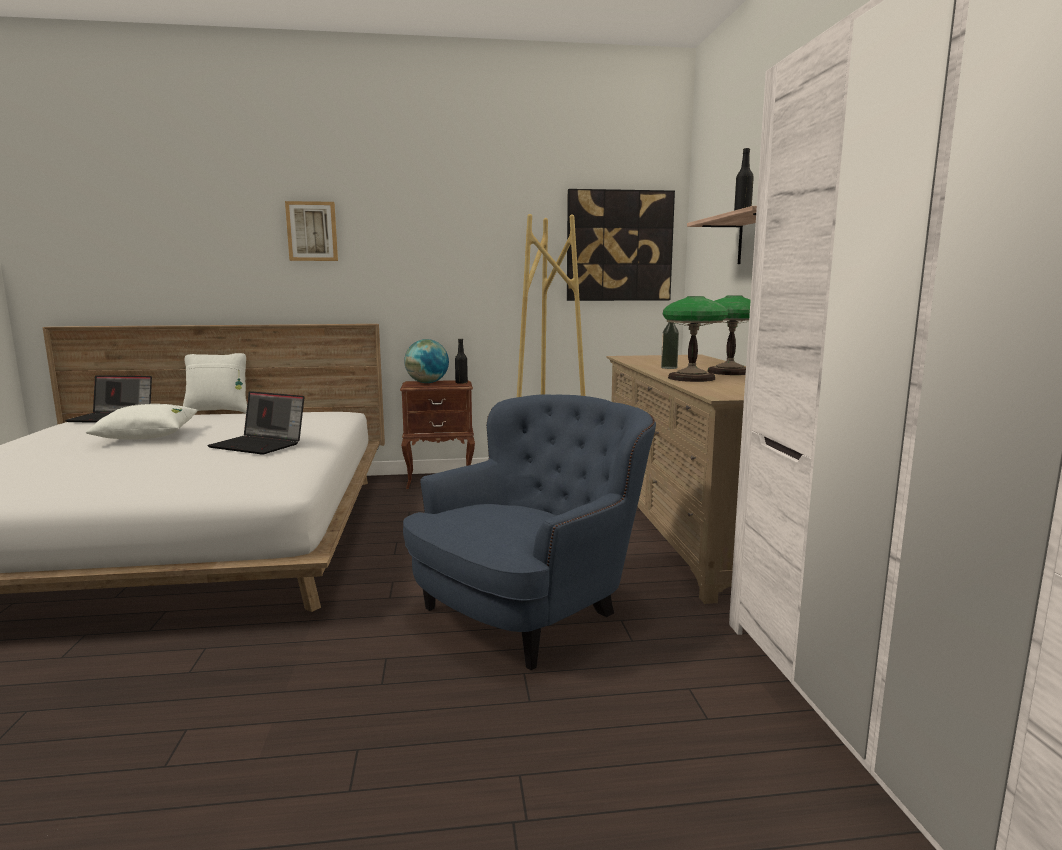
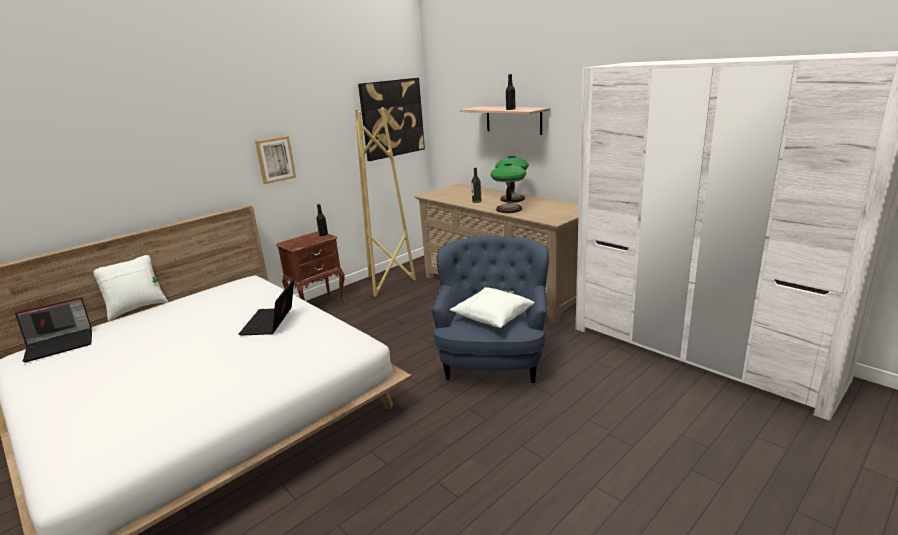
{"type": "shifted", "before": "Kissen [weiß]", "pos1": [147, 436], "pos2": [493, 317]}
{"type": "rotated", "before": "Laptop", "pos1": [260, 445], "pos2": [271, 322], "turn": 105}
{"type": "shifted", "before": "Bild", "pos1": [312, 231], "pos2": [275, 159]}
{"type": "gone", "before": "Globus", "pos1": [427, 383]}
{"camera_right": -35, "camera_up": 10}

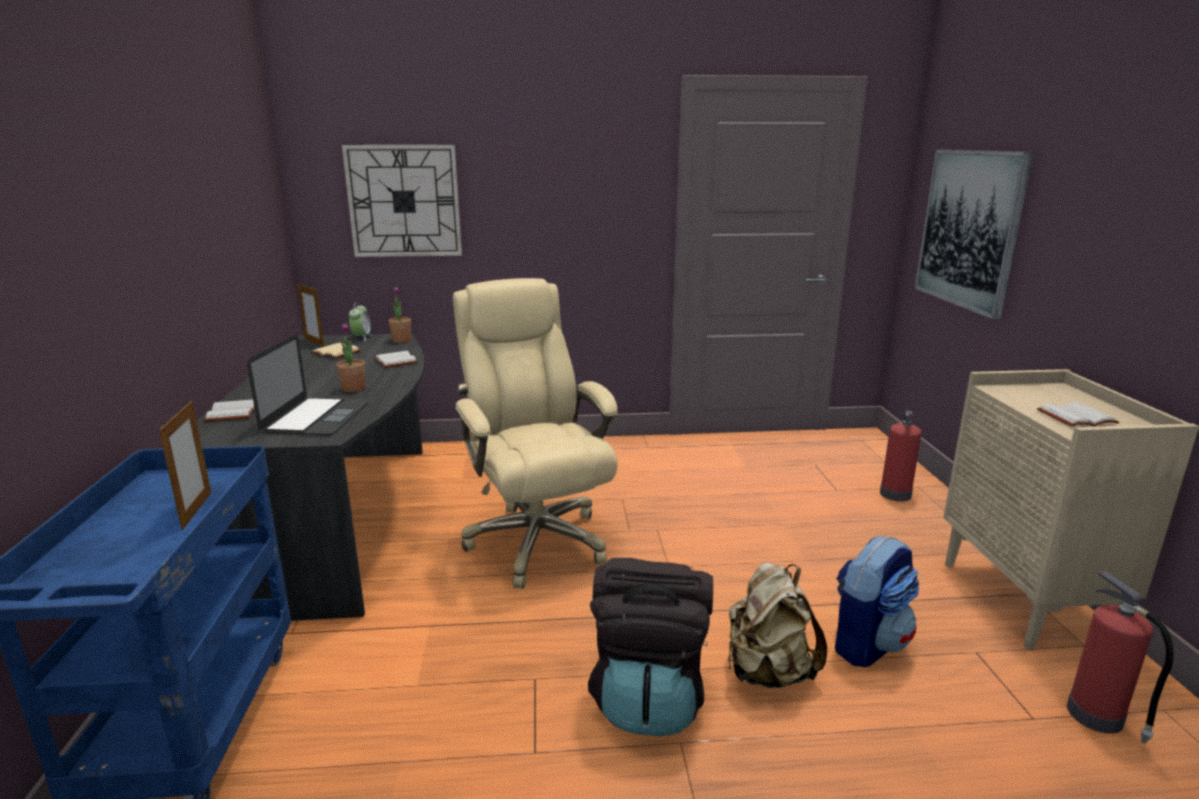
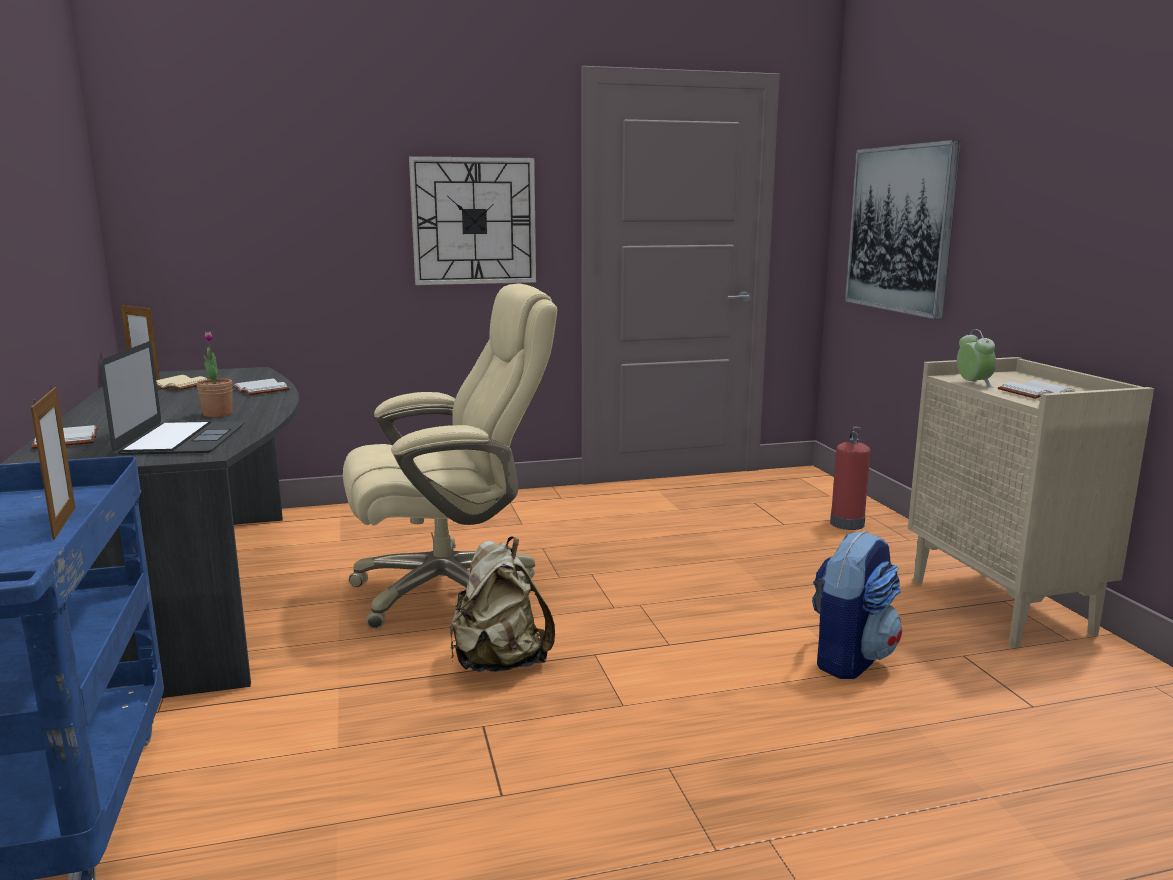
{"type": "shifted", "before": "Wanduhr", "pos1": [404, 201], "pos2": [474, 221]}
{"type": "shifted", "before": "Wecker", "pos1": [361, 338], "pos2": [973, 384]}
{"type": "gone", "before": "Topfpflanze", "pos1": [401, 340]}
{"type": "rotated", "before": "Bürostuhl [beige]", "pos1": [537, 539], "pos2": [451, 593], "turn": 105}
{"type": "gone", "before": "Rucksack [schwarz]", "pos1": [649, 695]}
{"type": "shifted", "before": "Rucksack [beige]", "pos1": [768, 672], "pos2": [499, 663]}
{"type": "gone", "before": "Feuerlöscher", "pos1": [1097, 717]}
{"camera_right": -10, "camera_up": -5}

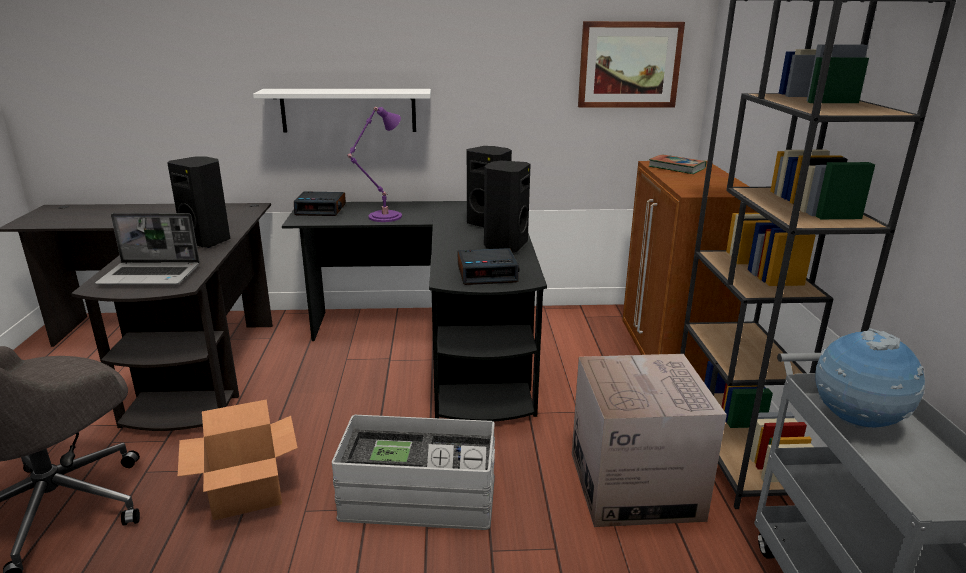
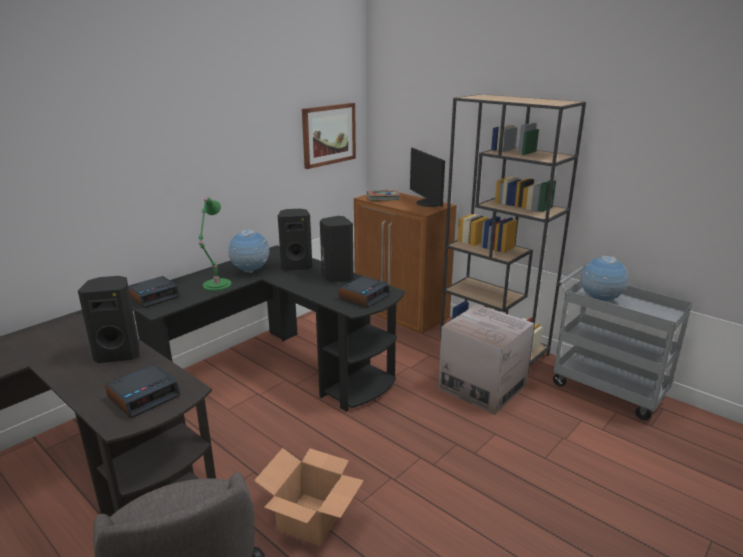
{"type": "swapped", "before": "Laptop", "after": "Wecker", "pos1": [151, 275], "pos2": [144, 396]}
{"type": "gone", "before": "Wandregal [weiß]", "pos1": [348, 110]}
{"type": "gone", "before": "Aufbewahrungsbox [grau]", "pos1": [419, 495]}
{"type": "repainted", "before": "Tischlampe [lila]", "after": "Tischlampe [grün]", "pos1": [382, 217], "pos2": [216, 286]}
{"type": "new", "after": "Globus", "pos2": [250, 271]}
{"type": "new", "after": "Monitor", "pos2": [427, 203]}
{"camera_right": -45, "camera_up": 0}

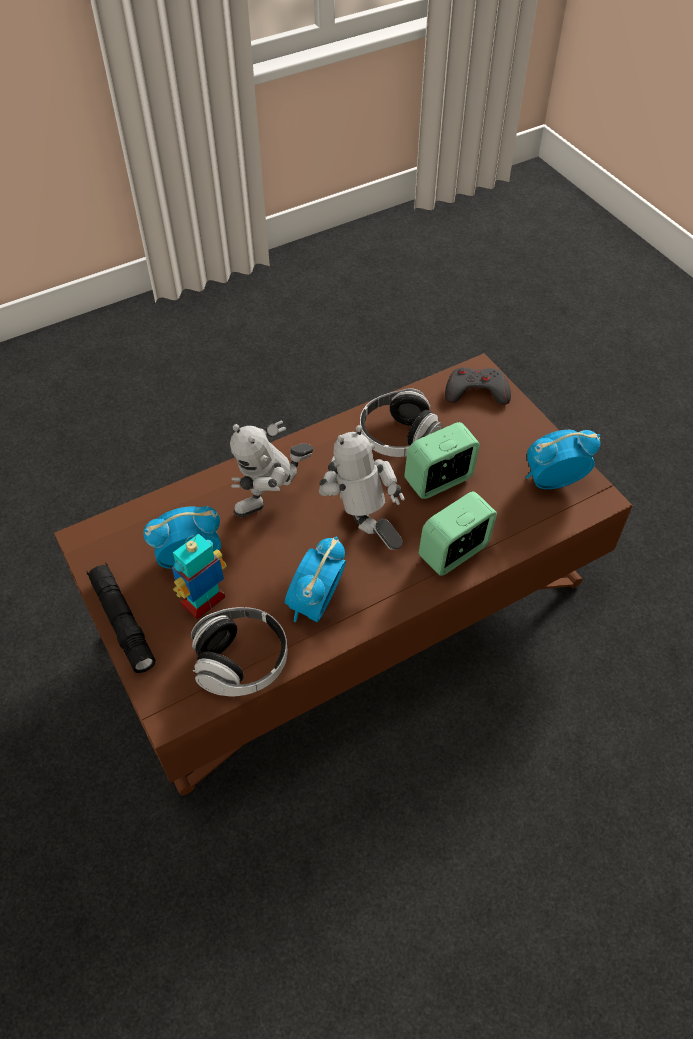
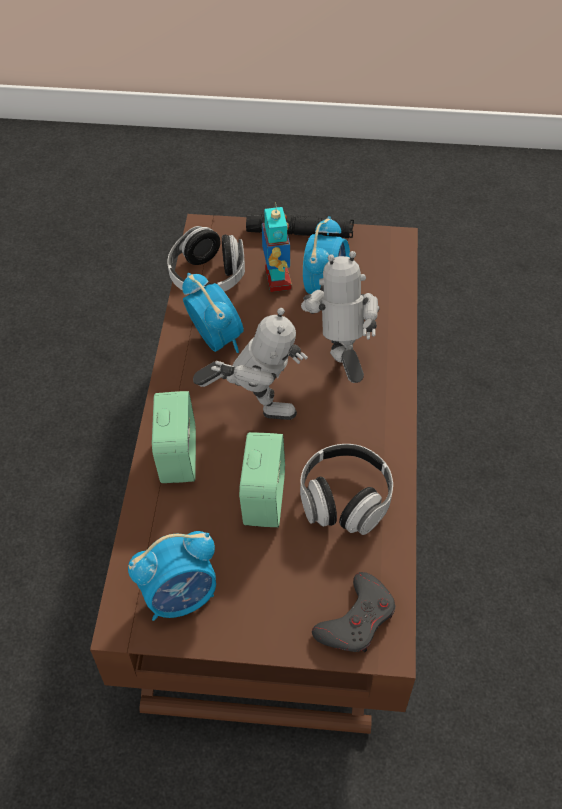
{"type": "rotated", "before": "Wecker", "pos1": [552, 481], "pos2": [180, 597], "turn": 45}
{"camera_right": 125, "camera_up": 0}

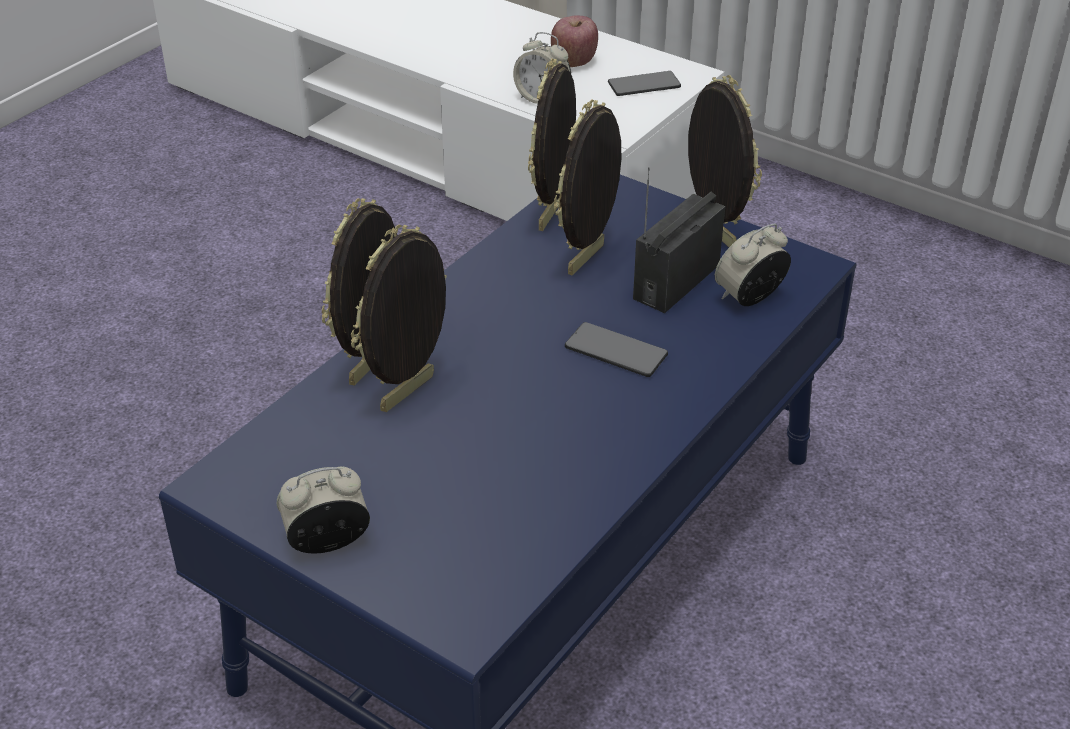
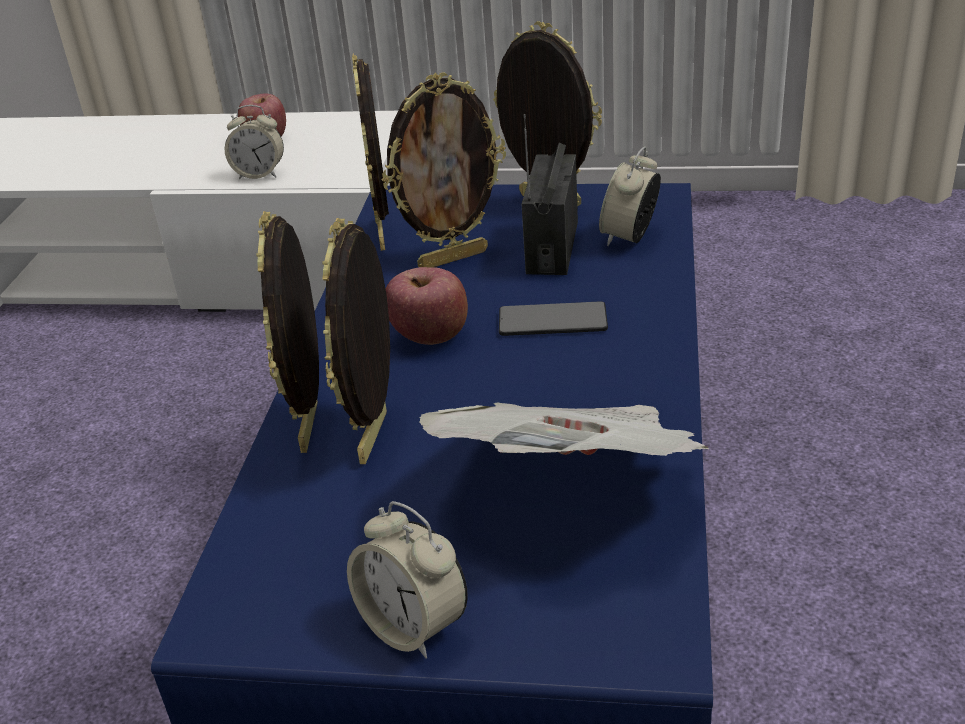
{"type": "rotated", "before": "Wecker", "pos1": [327, 541], "pos2": [413, 626], "turn": -90}
{"type": "rotated", "before": "Bilderrahmen", "pos1": [588, 260], "pos2": [452, 258], "turn": -120}
{"type": "gone", "before": "Handy", "pos1": [644, 85]}
{"type": "new", "after": "Apfel", "pos2": [430, 336]}
{"type": "new", "after": "Zeitung", "pos2": [574, 483]}
{"camera_right": -25, "camera_up": -5}

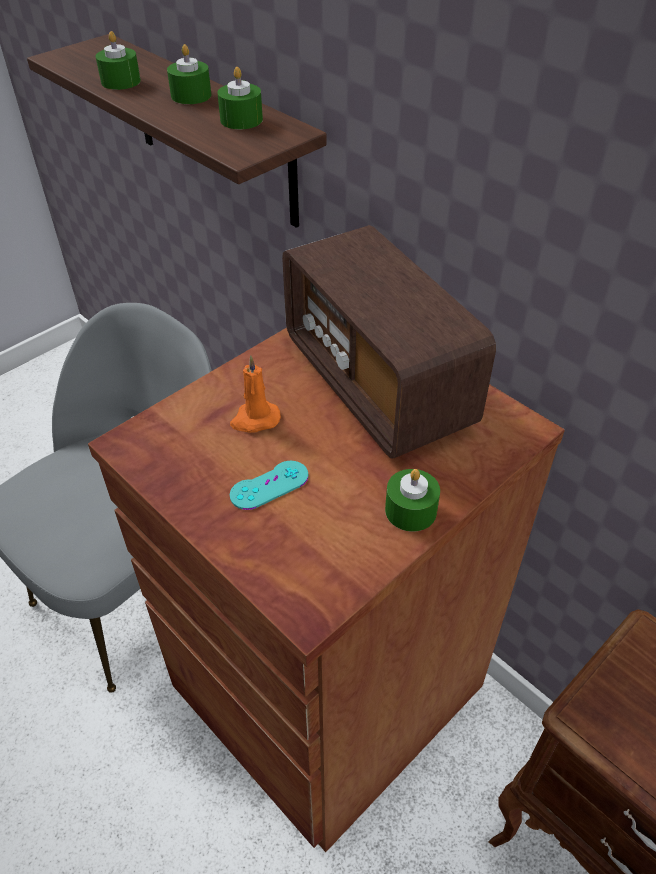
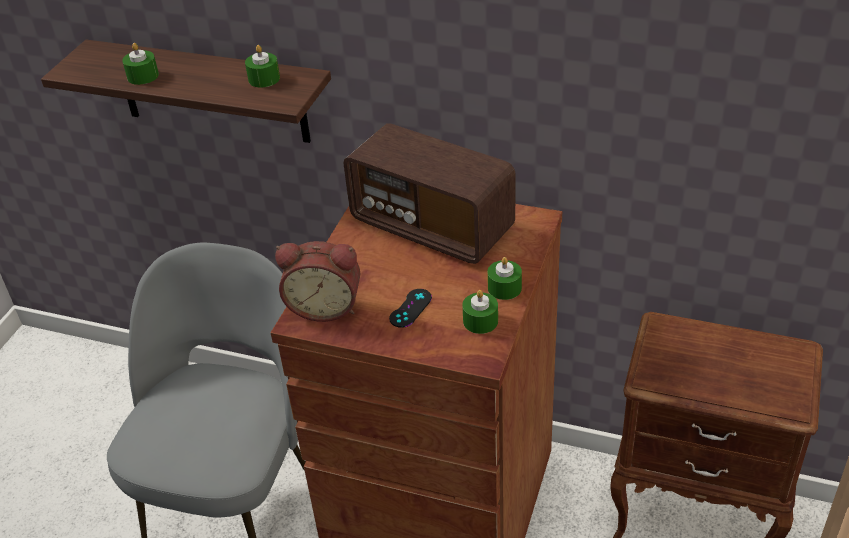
{"type": "shifted", "before": "Kerze [grün]", "pos1": [191, 95], "pos2": [480, 321]}
{"type": "gone", "before": "Kerze [orange]", "pos1": [255, 419]}
{"type": "repainted", "before": "Gamepad [türkis]", "after": "Gamepad [schwarz]", "pos1": [269, 485], "pos2": [410, 308]}
{"type": "new", "after": "Wecker", "pos2": [325, 306]}
{"camera_right": -25, "camera_up": -5}

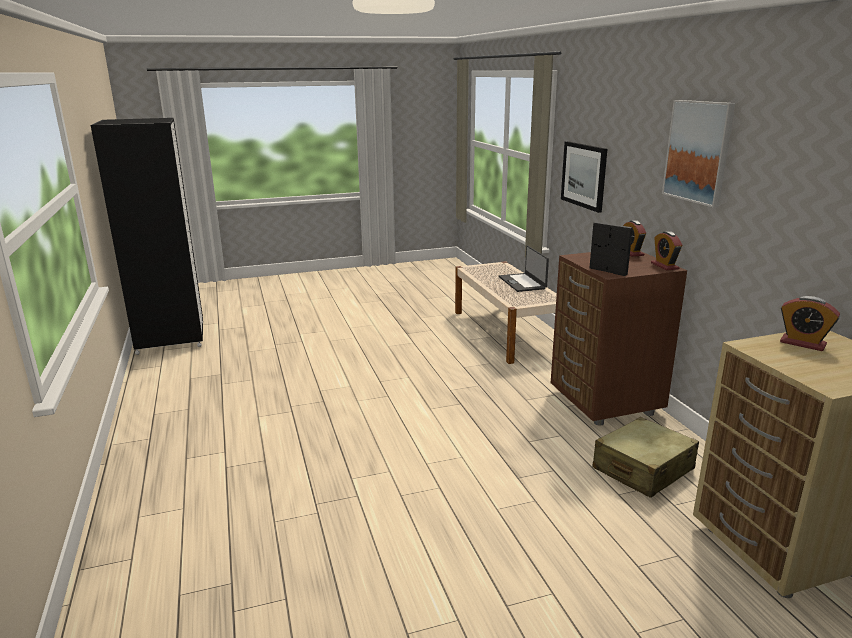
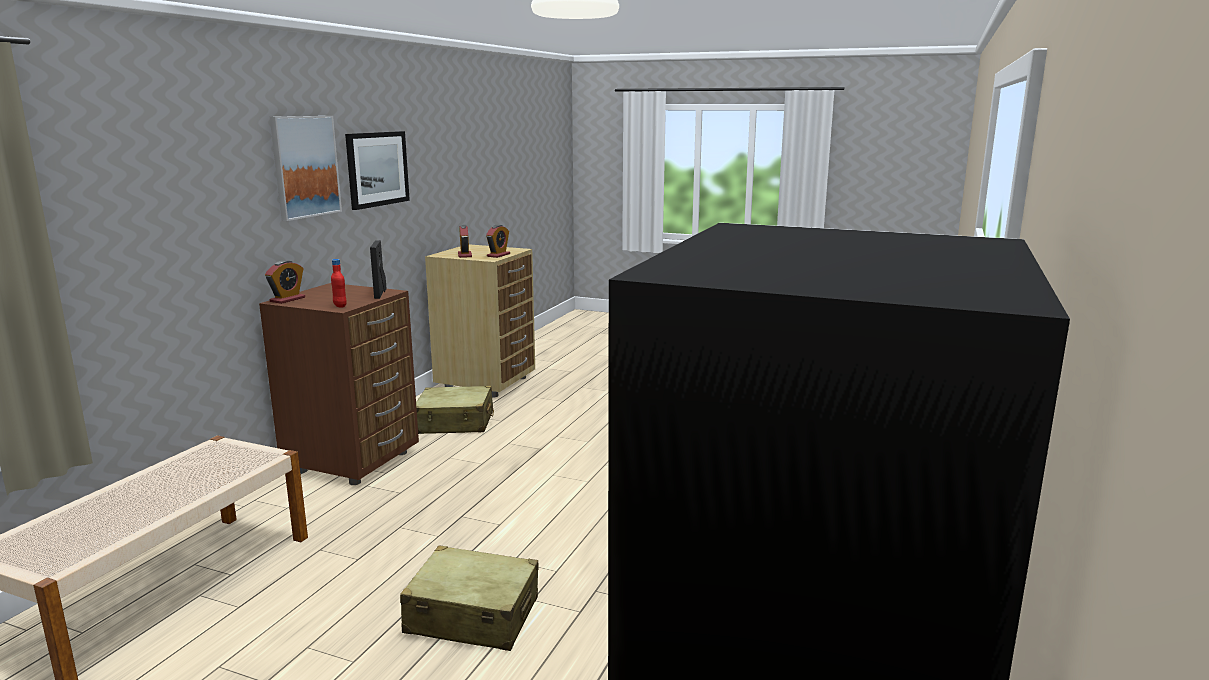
{"type": "gone", "before": "Laptop", "pos1": [522, 283]}
{"type": "shifted", "before": "Bild", "pos1": [584, 175], "pos2": [377, 169]}
{"type": "shifted", "before": "Wecker", "pos1": [664, 266], "pos2": [498, 255]}
{"type": "new", "after": "Flasche [rot]", "pos2": [340, 306]}
{"type": "new", "after": "Koffer [beige]", "pos2": [472, 616]}
{"camera_right": -140, "camera_up": -5}

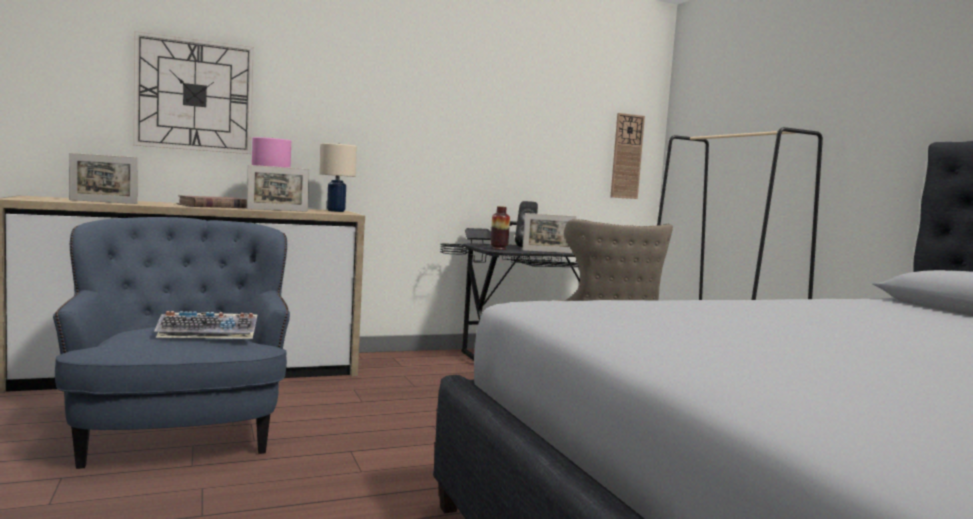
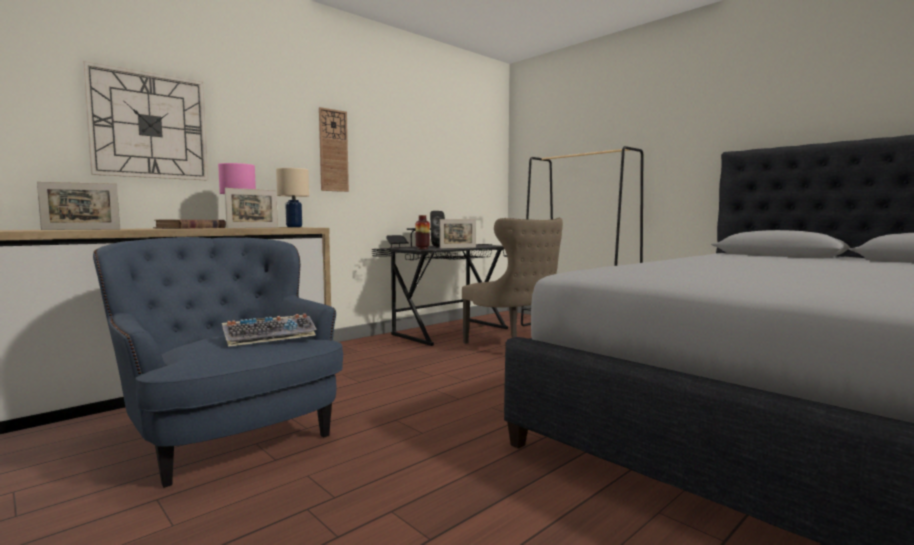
{"type": "shifted", "before": "Wanduhr", "pos1": [626, 156], "pos2": [333, 150]}
{"camera_right": -20, "camera_up": 0}

